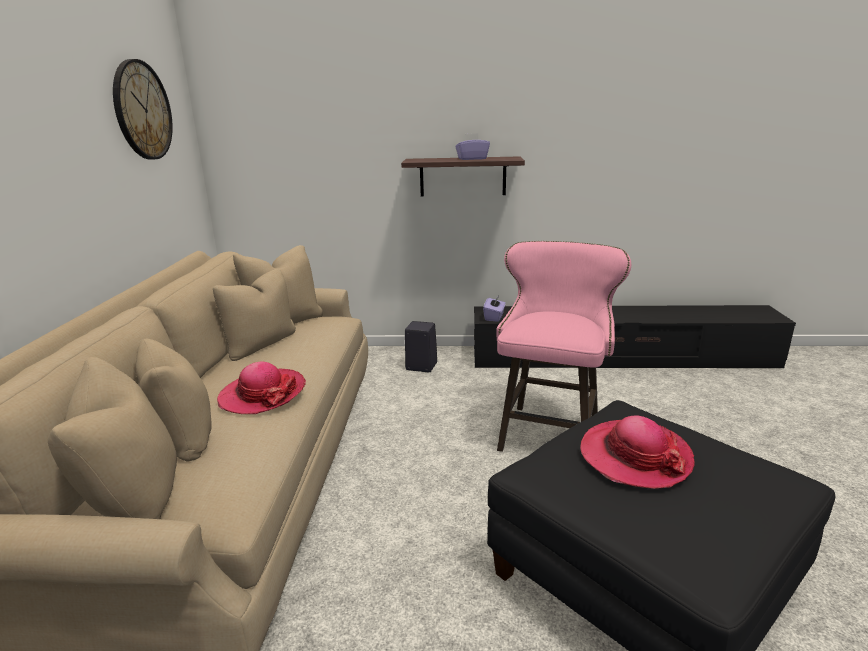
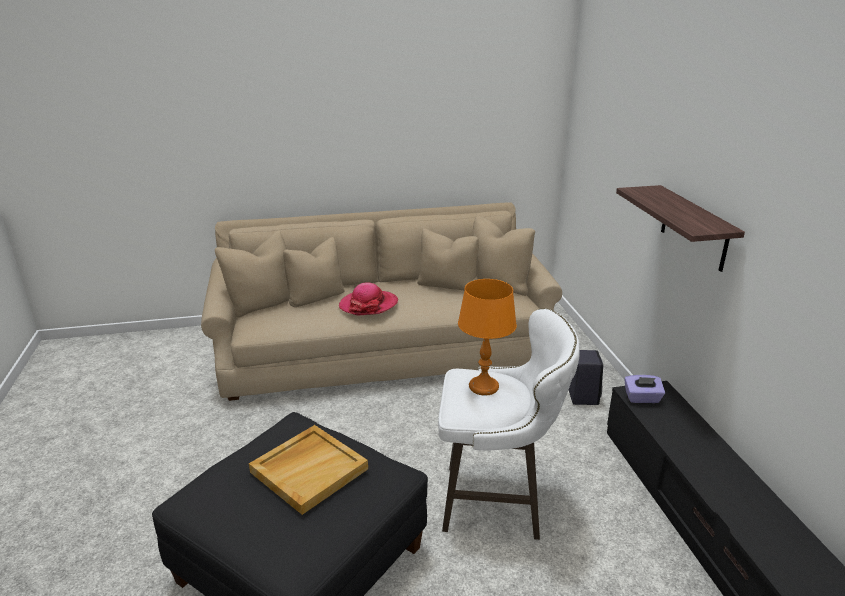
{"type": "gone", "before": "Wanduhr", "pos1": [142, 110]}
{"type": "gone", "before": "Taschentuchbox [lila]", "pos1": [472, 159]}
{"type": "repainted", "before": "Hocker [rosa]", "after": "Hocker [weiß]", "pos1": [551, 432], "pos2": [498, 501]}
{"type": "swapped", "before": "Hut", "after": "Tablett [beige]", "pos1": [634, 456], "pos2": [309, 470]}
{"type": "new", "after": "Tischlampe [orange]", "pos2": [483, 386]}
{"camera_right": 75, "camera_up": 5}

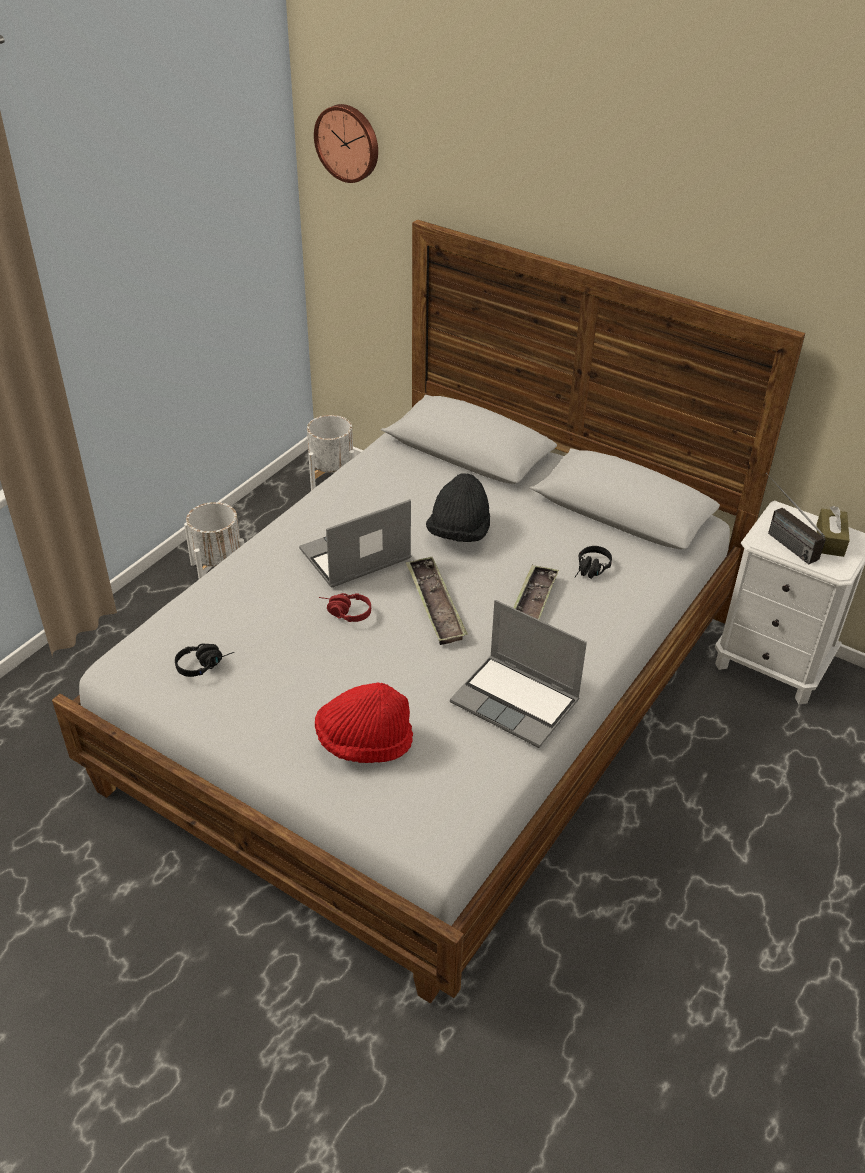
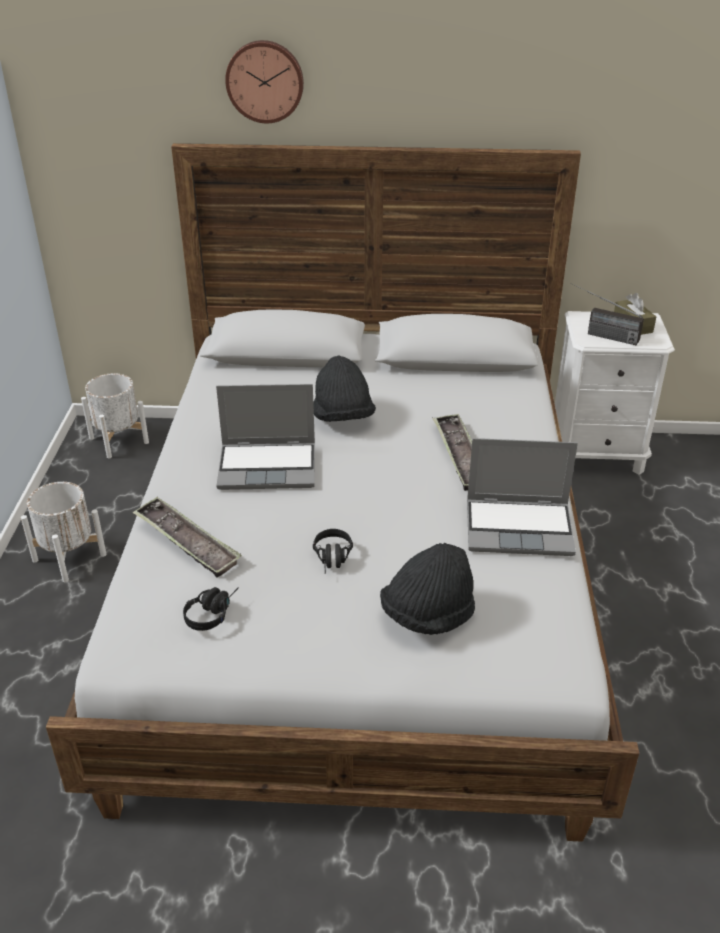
{"type": "rotated", "before": "Laptop", "pos1": [355, 557], "pos2": [269, 467], "turn": -120}
{"type": "shifted", "before": "Wanduhr", "pos1": [348, 142], "pos2": [265, 81]}
{"type": "repainted", "before": "Hut [rot]", "after": "Hut [schwarz]", "pos1": [364, 742], "pos2": [427, 615]}
{"type": "gone", "before": "Kopfhörer [rot]", "pos1": [344, 613]}
{"type": "shifted", "before": "Tablett", "pos1": [435, 605], "pos2": [186, 542]}
{"type": "shifted", "before": "Kopfhörer [schwarz]", "pos1": [590, 571], "pos2": [333, 560]}
{"camera_right": -30, "camera_up": -5}

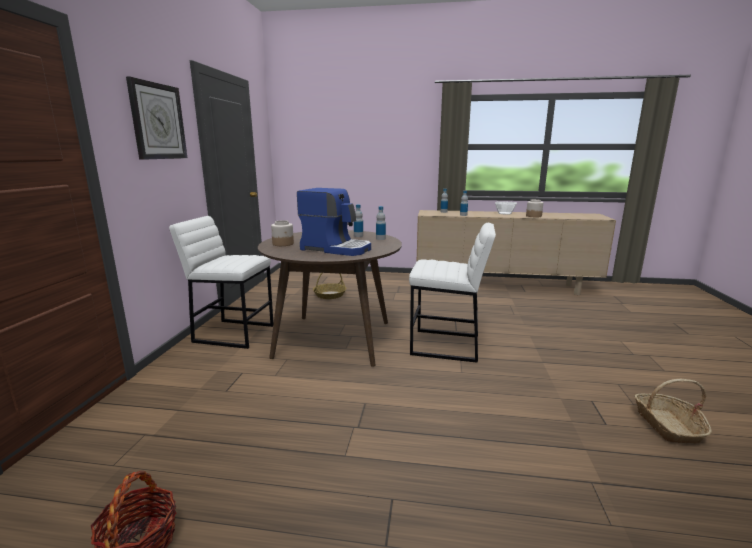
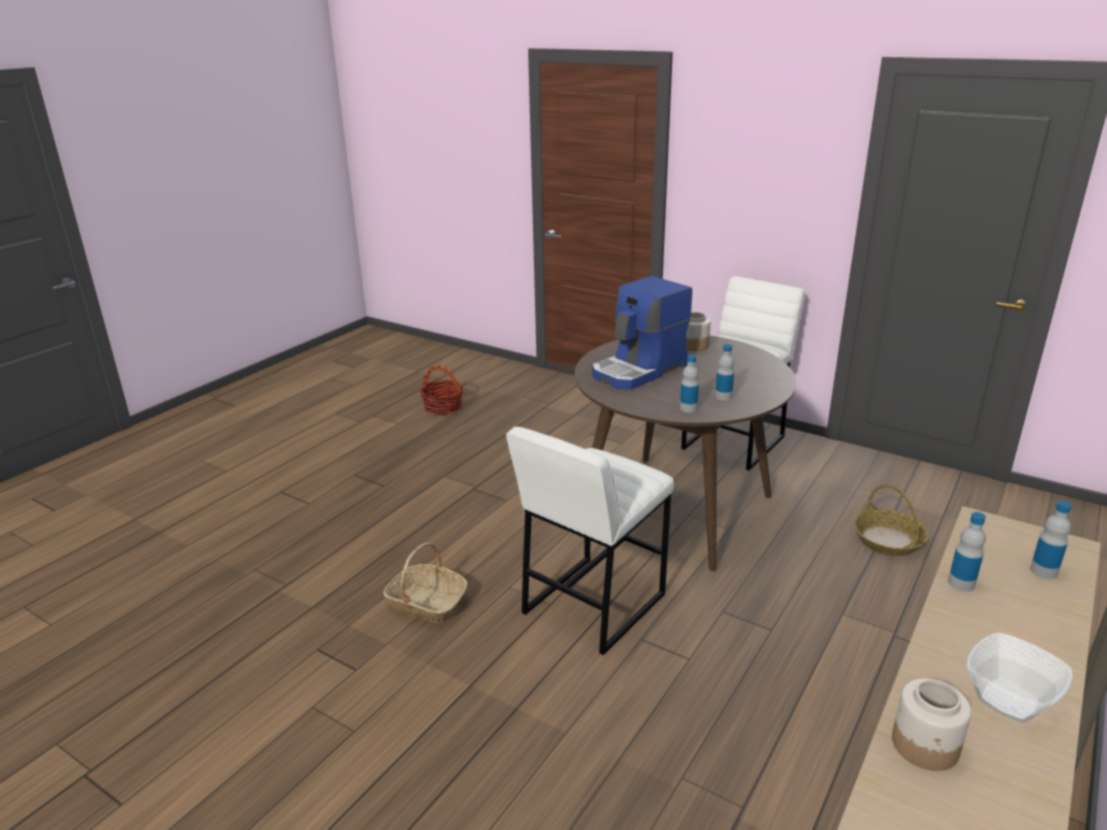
{"type": "gone", "before": "Wanduhr", "pos1": [158, 121]}
{"type": "shifted", "before": "Korb", "pos1": [668, 426], "pos2": [426, 603]}
{"camera_right": 115, "camera_up": 10}

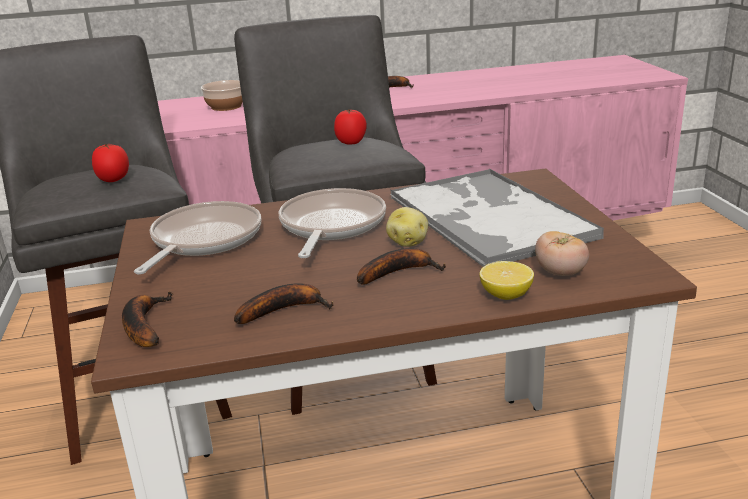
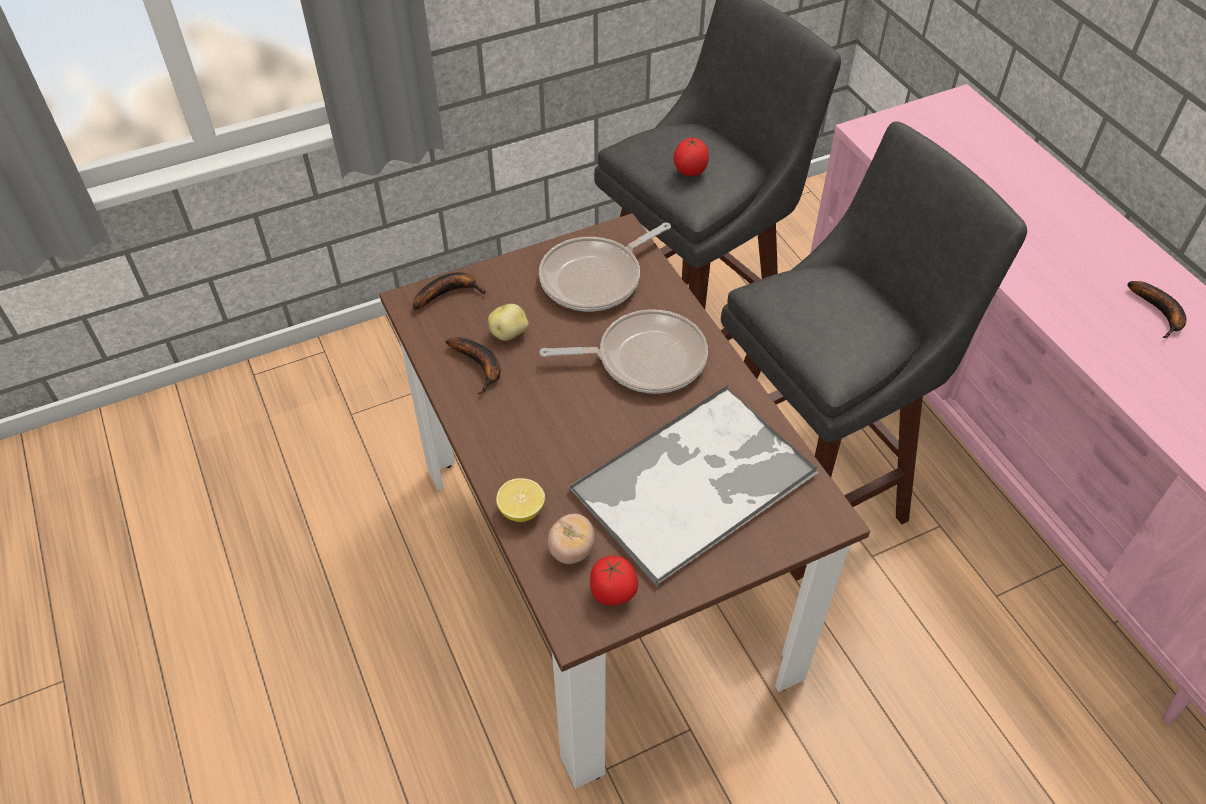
{"type": "rotated", "before": "Pfanne", "pos1": [203, 241], "pos2": [596, 278], "turn": 135}
{"type": "gone", "before": "Schüssel", "pos1": [225, 106]}
{"type": "shifted", "before": "Tomate", "pos1": [351, 142], "pos2": [613, 593]}
{"type": "gone", "before": "Banane", "pos1": [398, 272]}
{"type": "shifted", "before": "Kartoffel", "pos1": [408, 242], "pos2": [510, 333]}
{"camera_right": 75, "camera_up": 25}

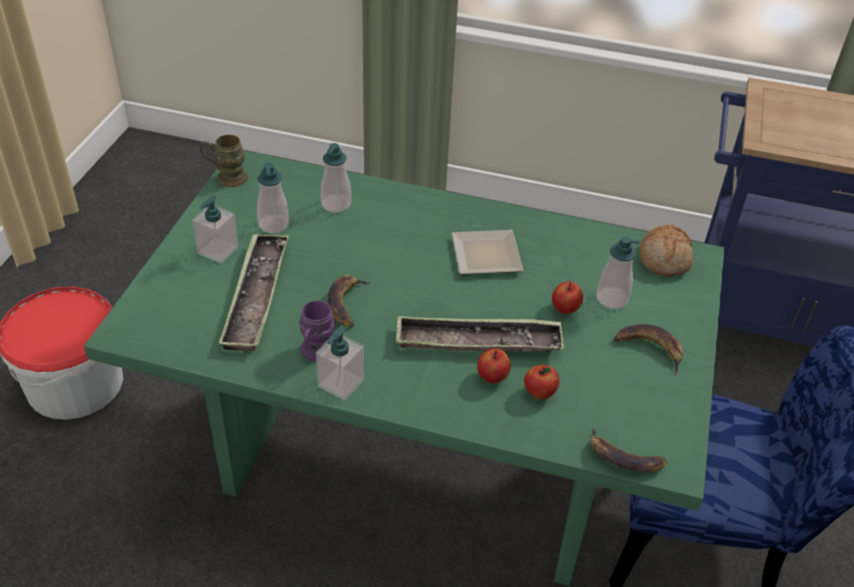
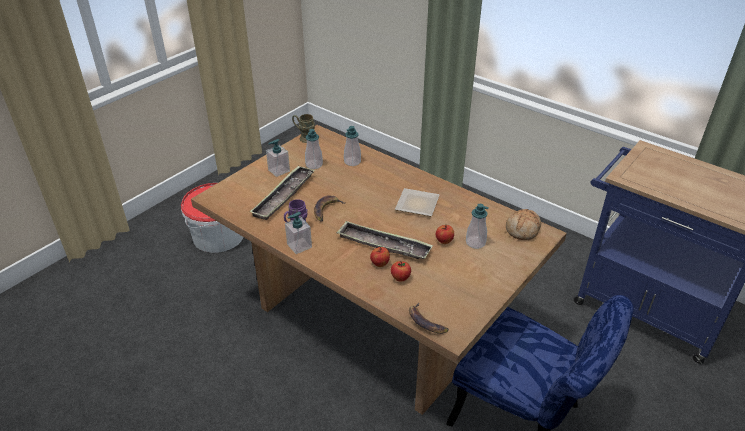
{"type": "repainted", "before": "Esstisch [grün]", "after": "Esstisch [braun]", "pos1": [416, 461], "pos2": [370, 323]}
{"type": "gone", "before": "Banane", "pos1": [650, 349]}
{"camera_right": 25, "camera_up": -5}

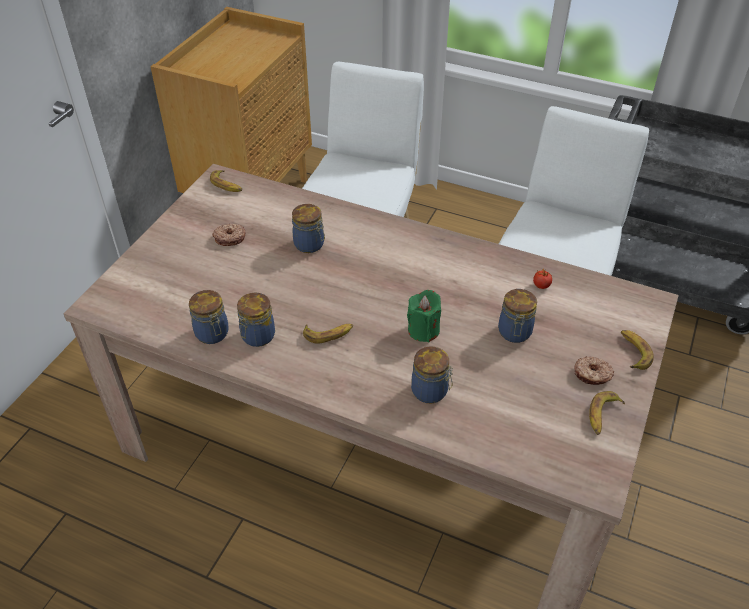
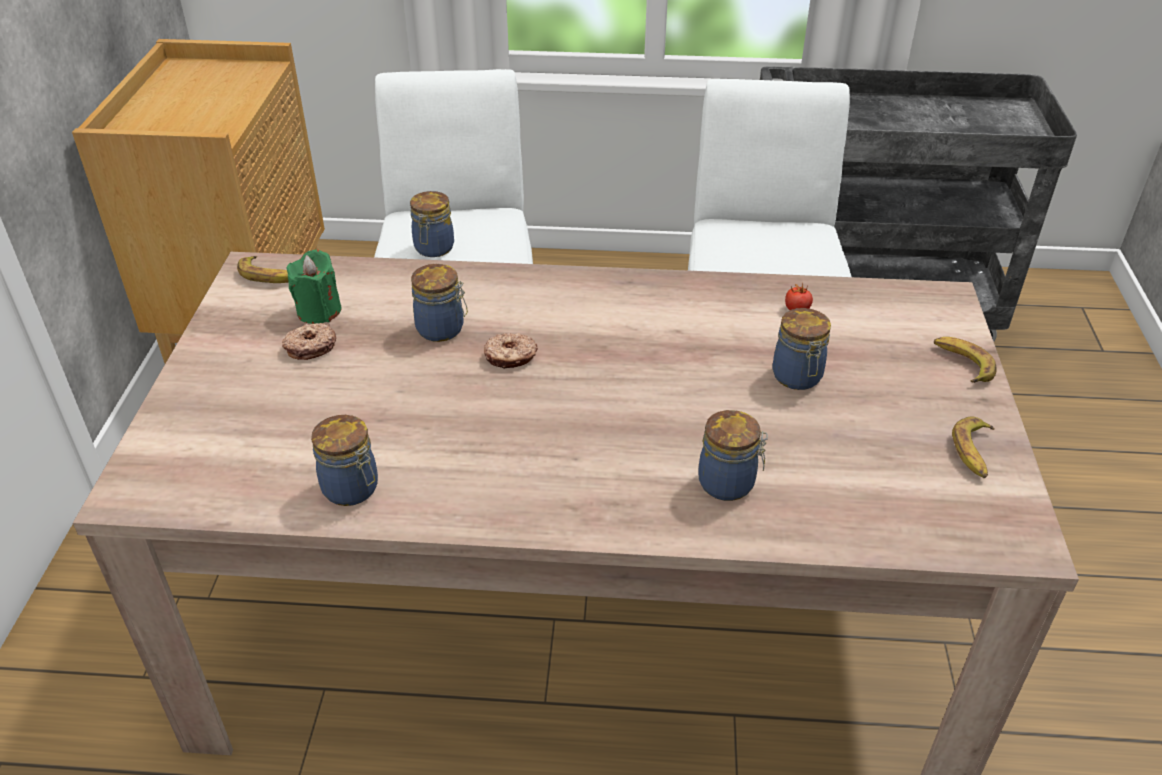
{"type": "shifted", "before": "Vorratsglas", "pos1": [257, 337], "pos2": [433, 249]}
{"type": "gone", "before": "Banane", "pos1": [328, 334]}
{"type": "shifted", "before": "Kerze [grün]", "pos1": [423, 330], "pos2": [319, 311]}
{"type": "shifted", "before": "Donut", "pos1": [592, 375], "pos2": [510, 357]}
{"camera_right": -20, "camera_up": -5}

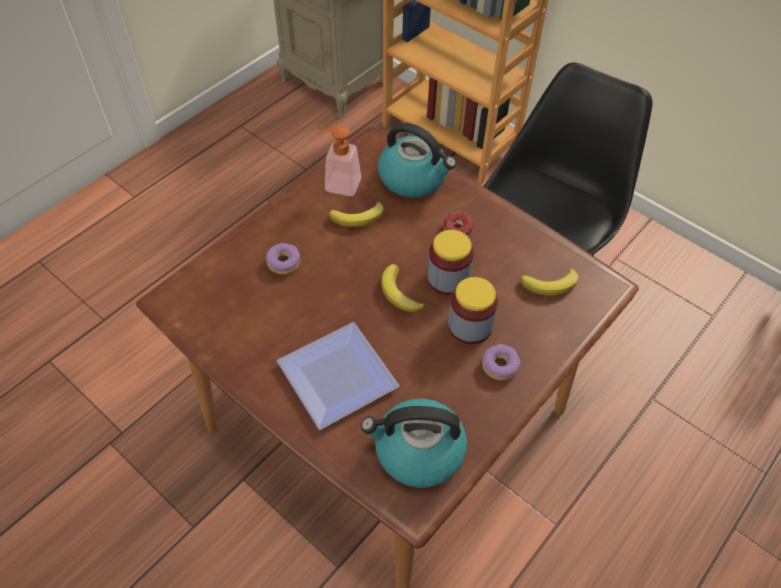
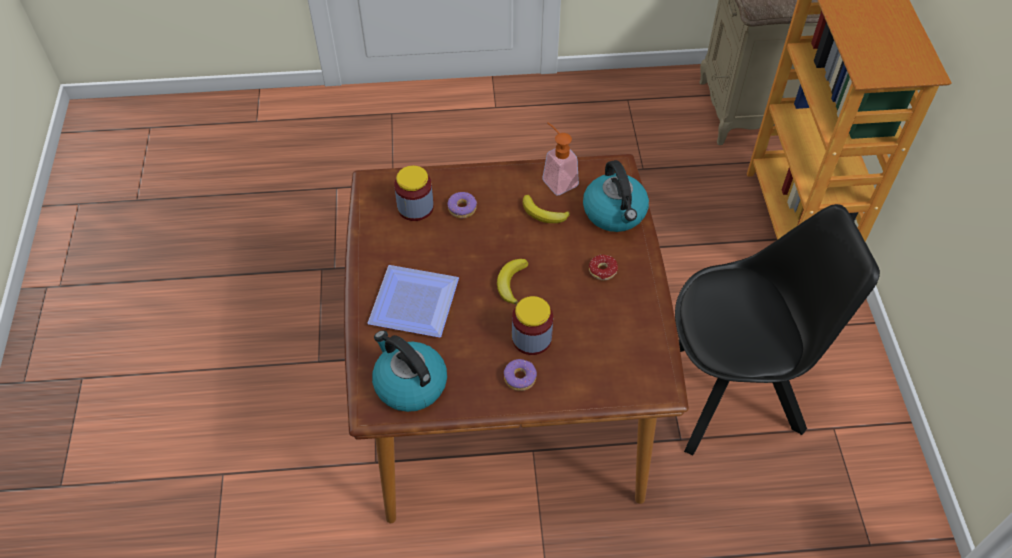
{"type": "shifted", "before": "Vorratsglas", "pos1": [448, 278], "pos2": [415, 207]}
{"type": "gone", "before": "Banane", "pos1": [551, 285]}
{"camera_right": 45, "camera_up": 0}

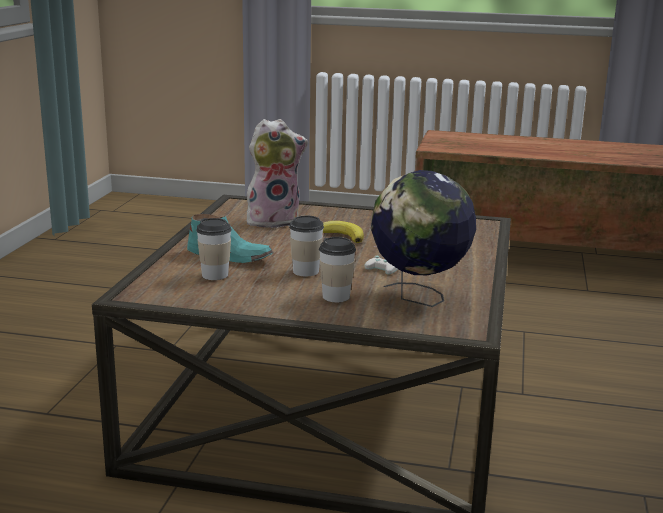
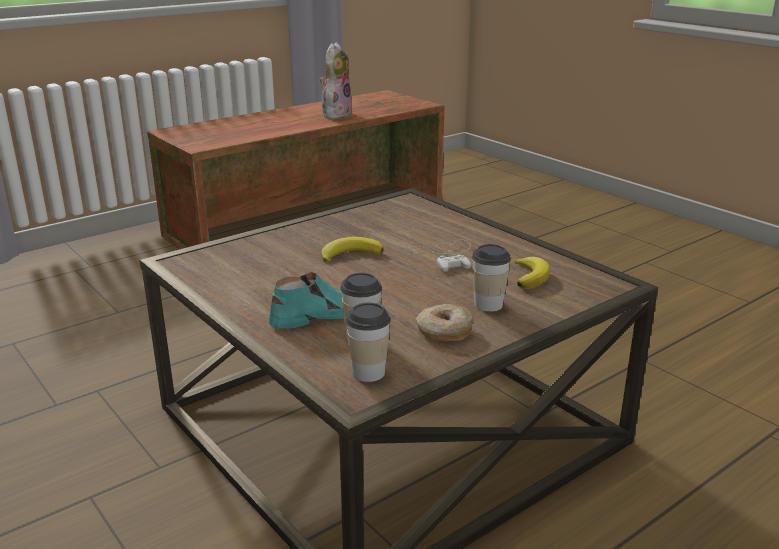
{"type": "shifted", "before": "Plüschtier", "pos1": [274, 220], "pos2": [336, 114]}
{"type": "shifted", "before": "Tasse", "pos1": [306, 271], "pos2": [368, 372]}
{"type": "swapped", "before": "Globus", "after": "Banane", "pos1": [419, 298], "pos2": [531, 276]}
{"type": "new", "after": "Donut", "pos2": [444, 332]}
{"camera_right": -50, "camera_up": 5}

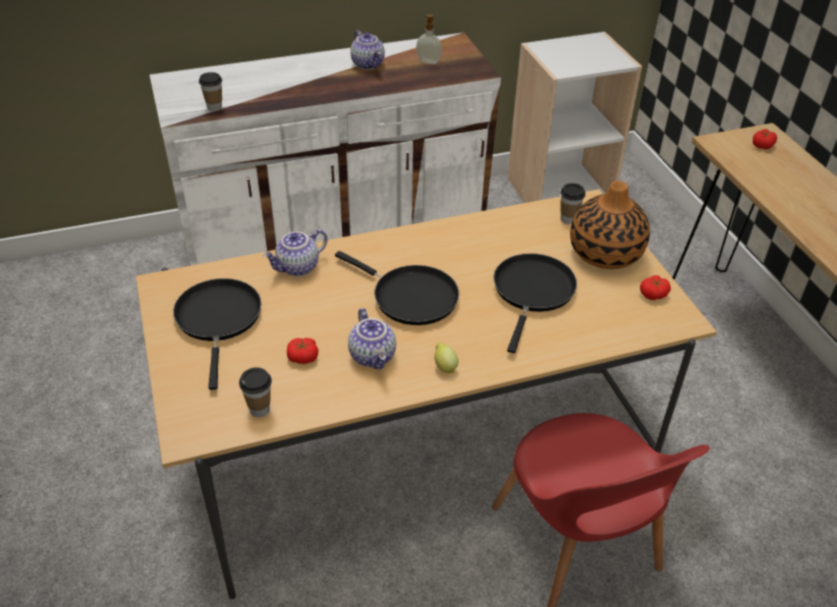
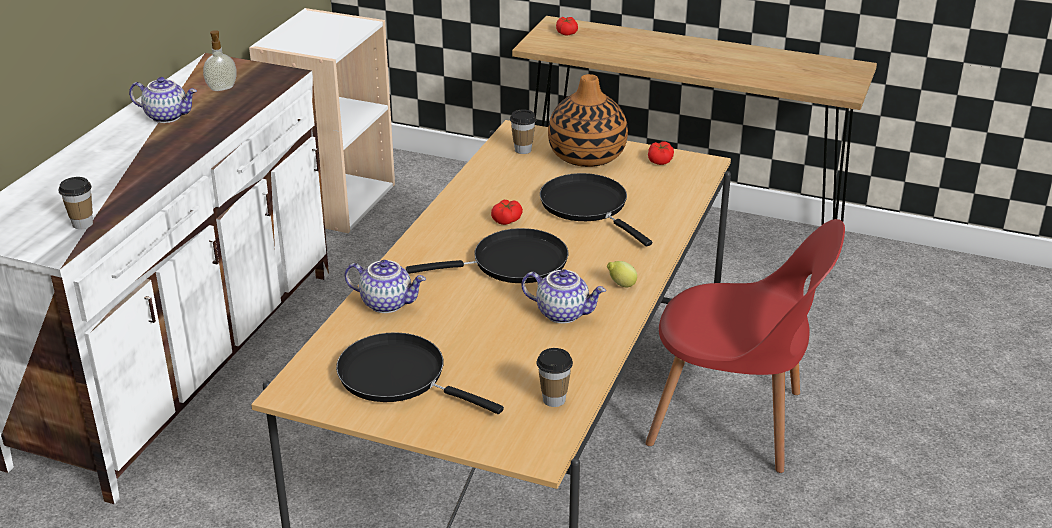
{"type": "rotated", "before": "Teekanne", "pos1": [298, 268], "pos2": [387, 303], "turn": -75}
{"type": "shifted", "before": "Tomate", "pos1": [303, 357], "pos2": [507, 220]}
{"camera_right": -50, "camera_up": -10}

